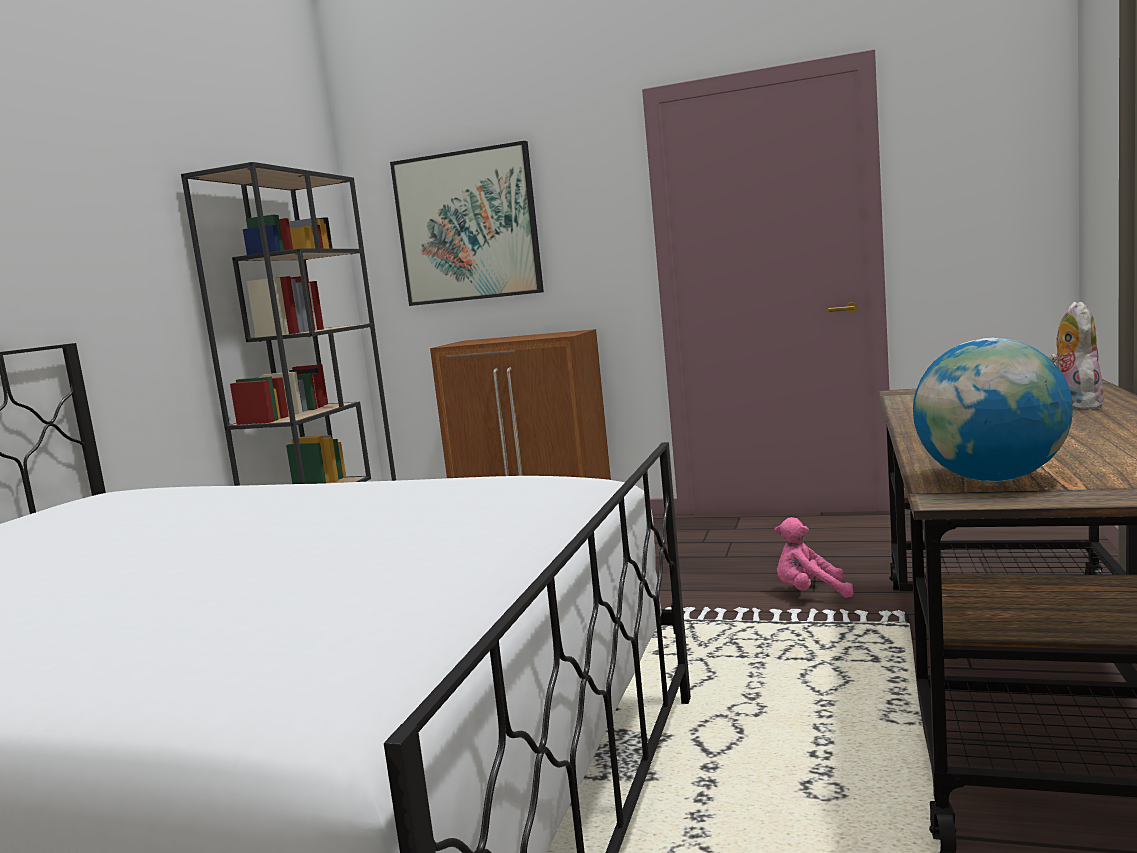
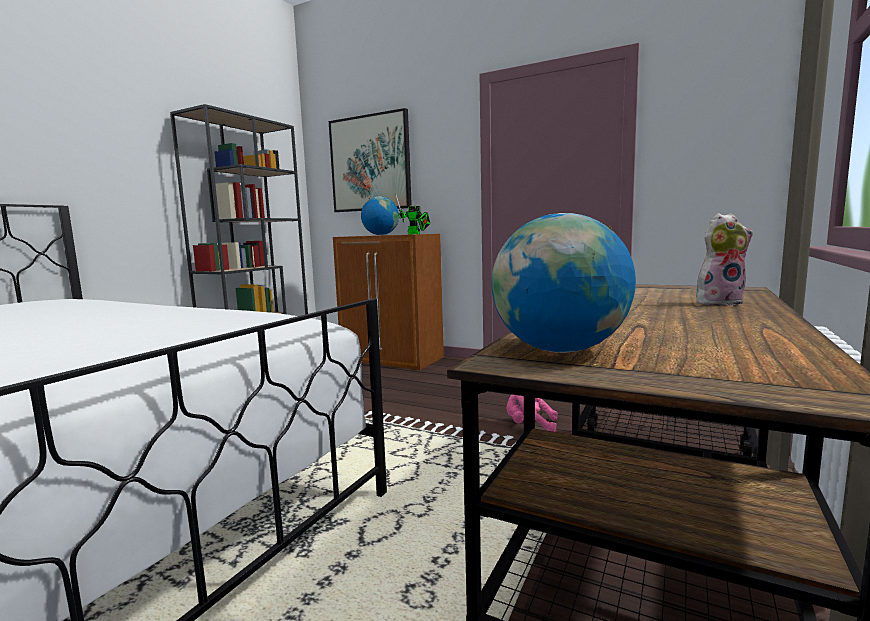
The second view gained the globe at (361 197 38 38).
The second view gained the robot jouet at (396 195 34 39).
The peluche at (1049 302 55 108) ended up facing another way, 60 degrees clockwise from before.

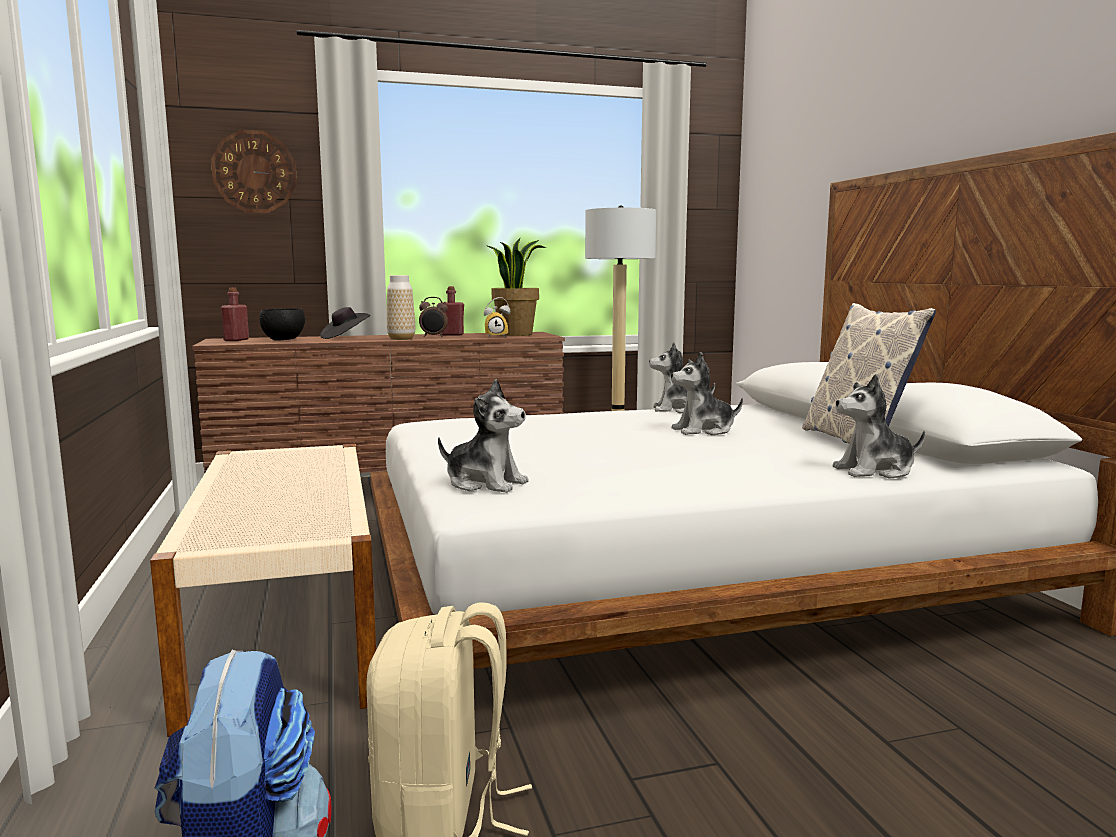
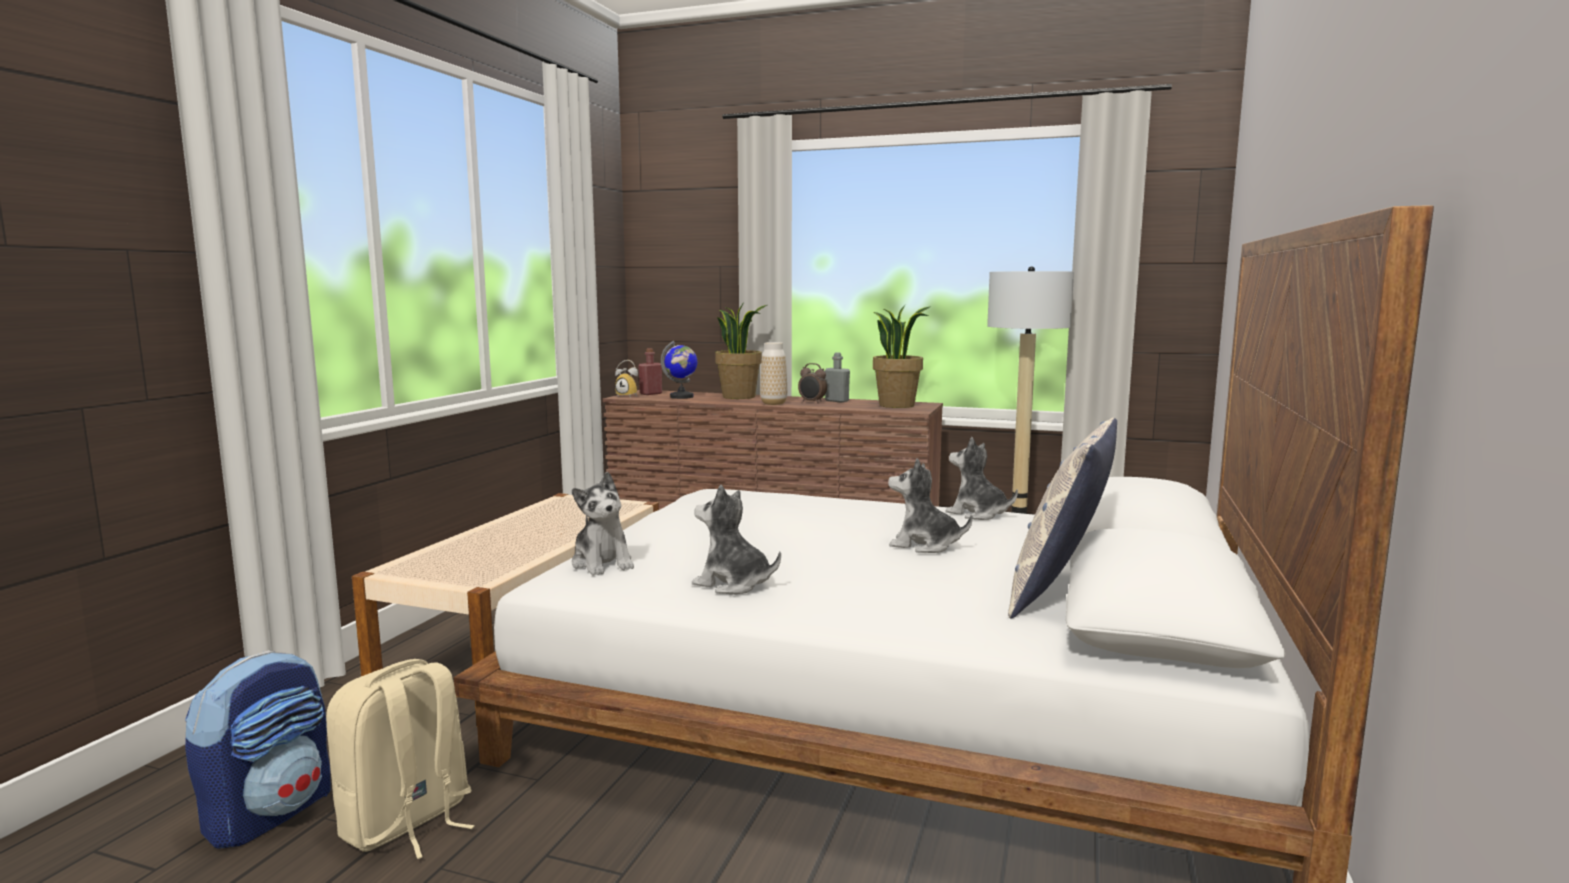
The réveil ended up elsewhere, having gone from (484 297 26 41) to (615 360 23 37).
Where the bol (noir) stood at (259 308 46 33), the globe came to stand at (661 341 36 58).
The peluche ended up elsewhere, having gone from (833 374 92 105) to (692 485 89 109).
Where the chapeau (noir) stood at (320 307 50 32), the plante en pot came to stand at (715 303 52 96).
What was the bouteille (rouge) at (442 286 22 49) turned into the bouteille (gris) at (825 352 25 51).
The second view lost the horloge murale at (211 130 86 83).

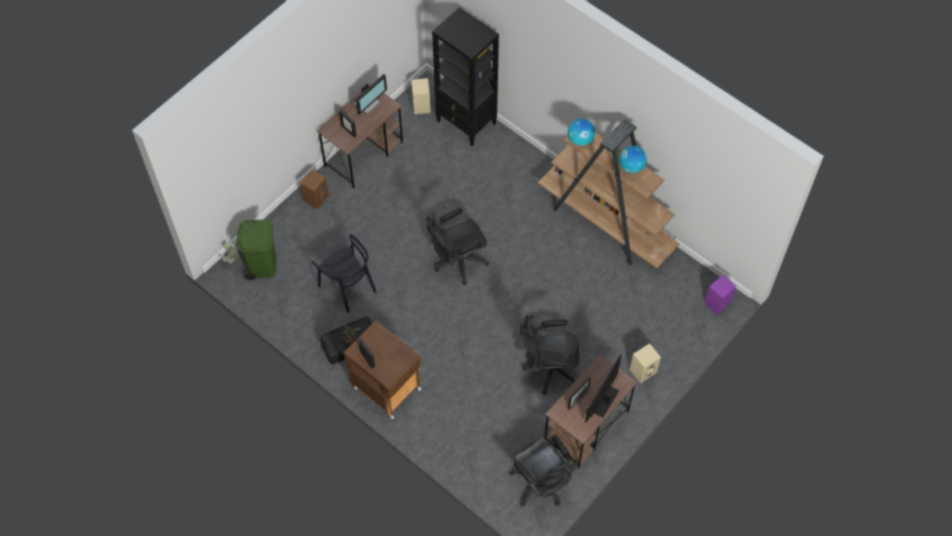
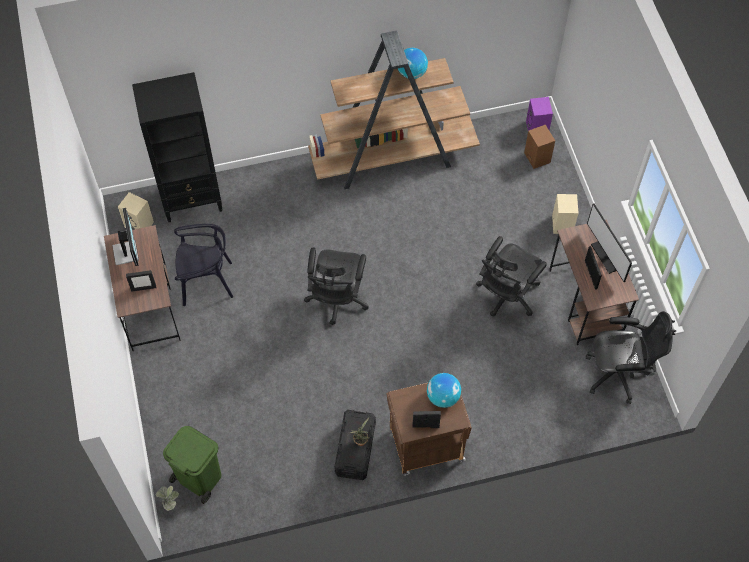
The chaise (noir) ended up elsewhere, having gone from (311 234 66 79) to (174 224 59 82).
The globe ended up elsewhere, having gone from (567 119 28 27) to (427 373 34 35).
The enceinte (marron) ended up elsewhere, having gone from (300 170 29 39) to (524 125 31 44).

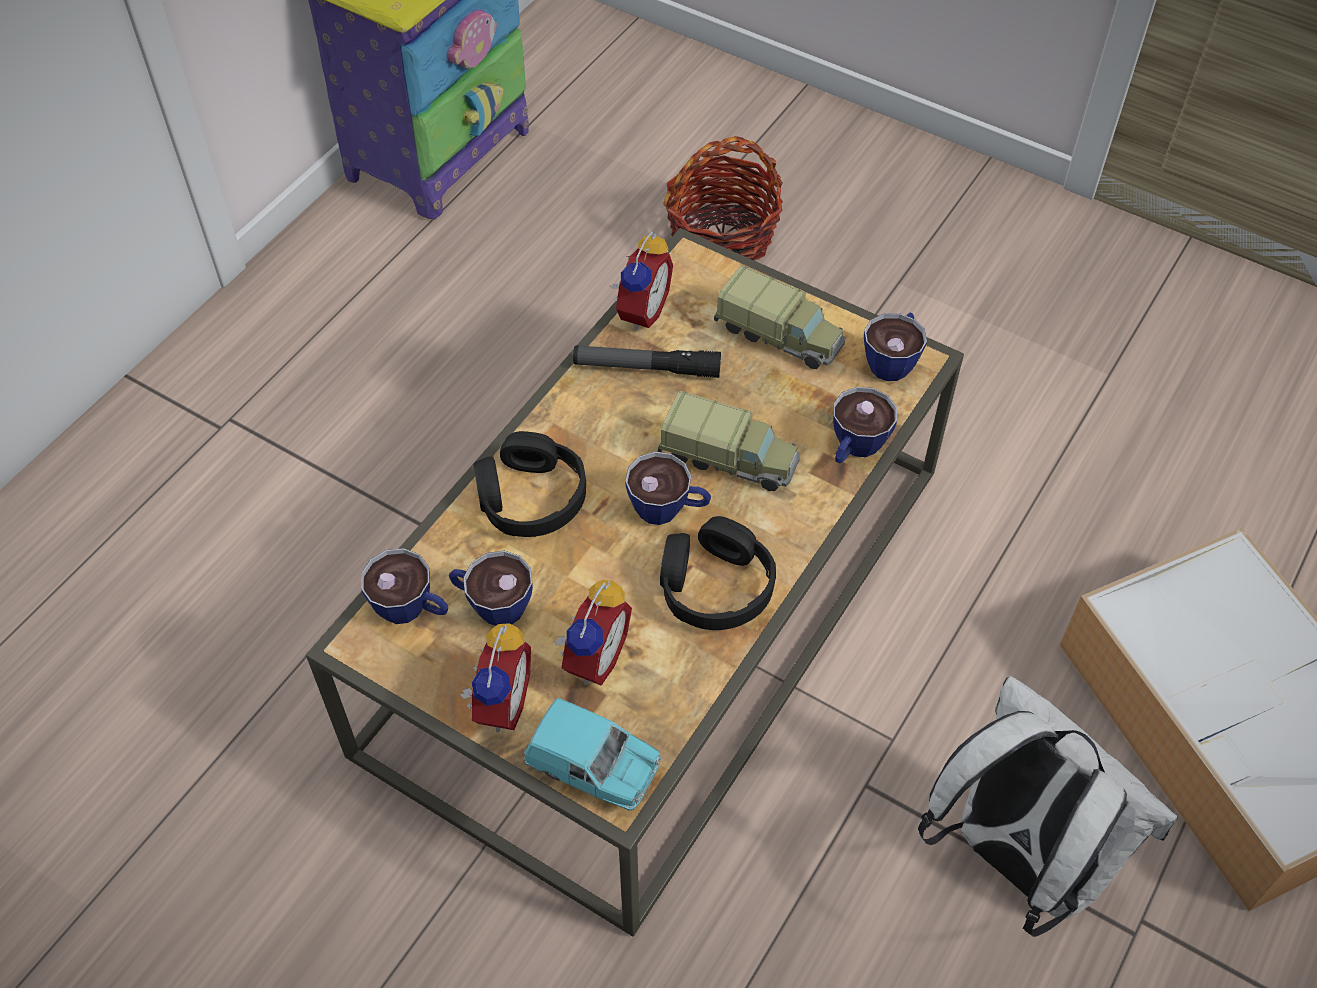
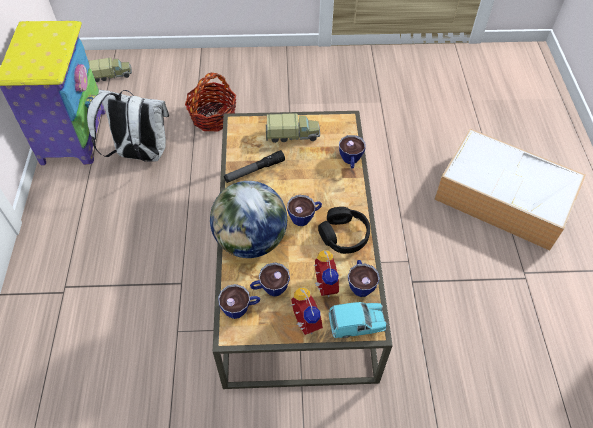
The sac à dos (blanc) ended up elsewhere, having gone from (918 676 260 261) to (87 90 82 72).
The camion jouet ended up elsewhere, having gone from (658 391 142 100) to (88 58 44 24).
Where the casque audio (noir) stood at (473 431 113 106), the globe came to stand at (210 181 77 77).
The tasse ended up elsewhere, having gone from (864 313 63 68) to (348 260 32 37).
The second view lost the réveil at (610 232 63 99).

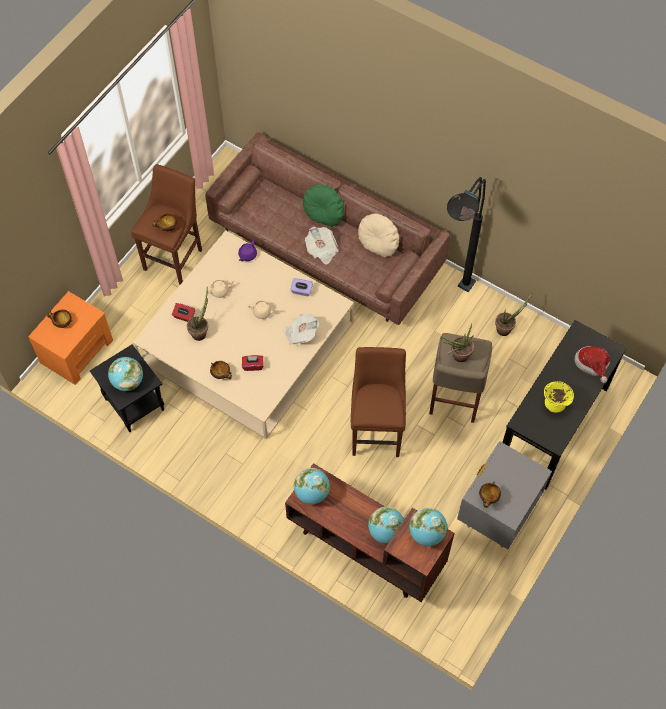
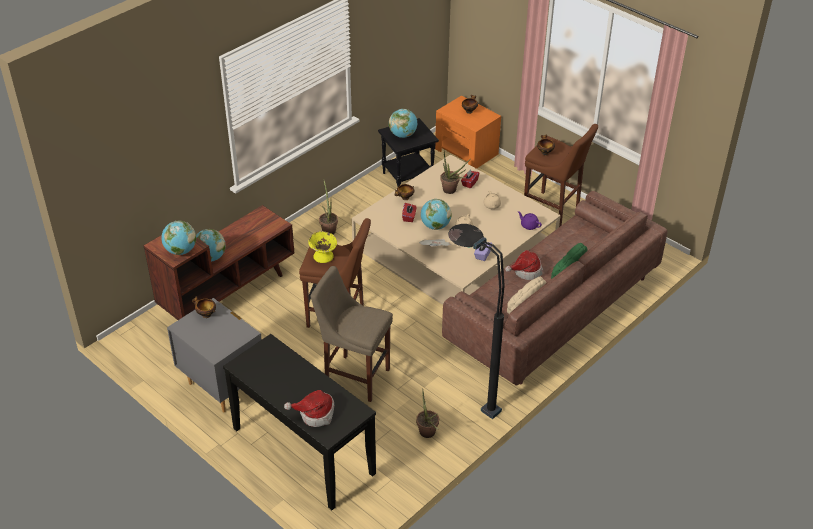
The bol (jaune) ended up elsewhere, having gone from (544 381 30 32) to (309 231 28 32).
The plante en pot ended up elsewhere, having gone from (441 324 33 38) to (319 178 19 56).
The globe ended up elsewhere, having gone from (294 468 36 36) to (421 199 30 31).
Where the journal stood at (305 227 34 37), the chapeau came to stand at (505 250 38 30).

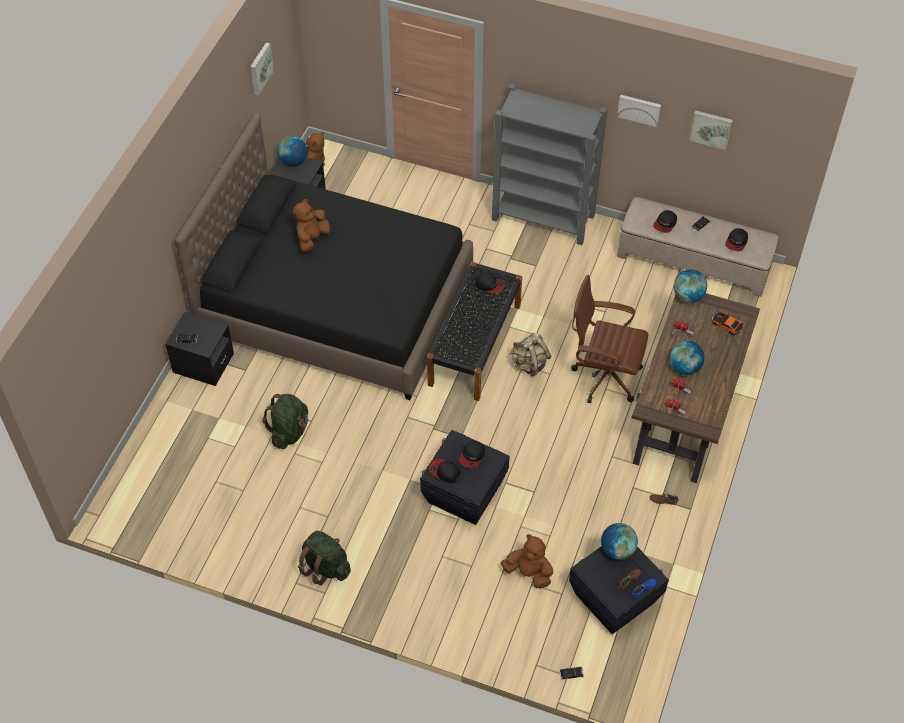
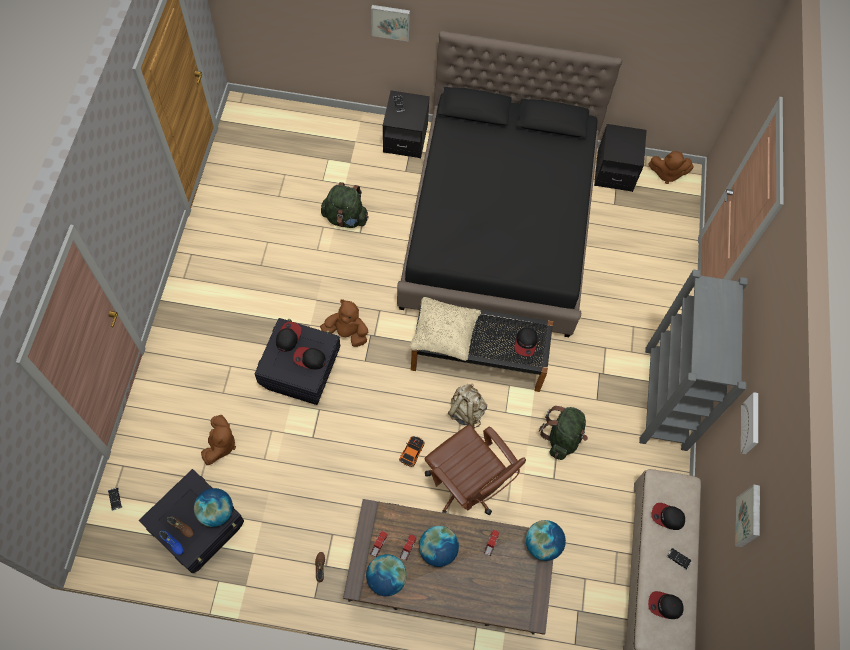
The peluche (marron) ended up elsewhere, having gone from (293 199 37 53) to (320 299 48 48).
The globe ended up elsewhere, having gone from (277 136 31 31) to (366 554 41 42).
The tableau ended up elsewhere, having gone from (250 42 24 53) to (371 5 39 37).
The petite voiture ended up elsewhere, having gone from (711 312 32 23) to (399 436 25 31).
The second view gained the coussin (beige) at (410 297 71 64).
The chaise de bureau (marron) at (571 275 77 128) ended up facing another way, 135 degrees clockwise from before.
The sac à dos (vert) ended up elsewhere, having gone from (298 531 53 54) to (539 406 49 54).

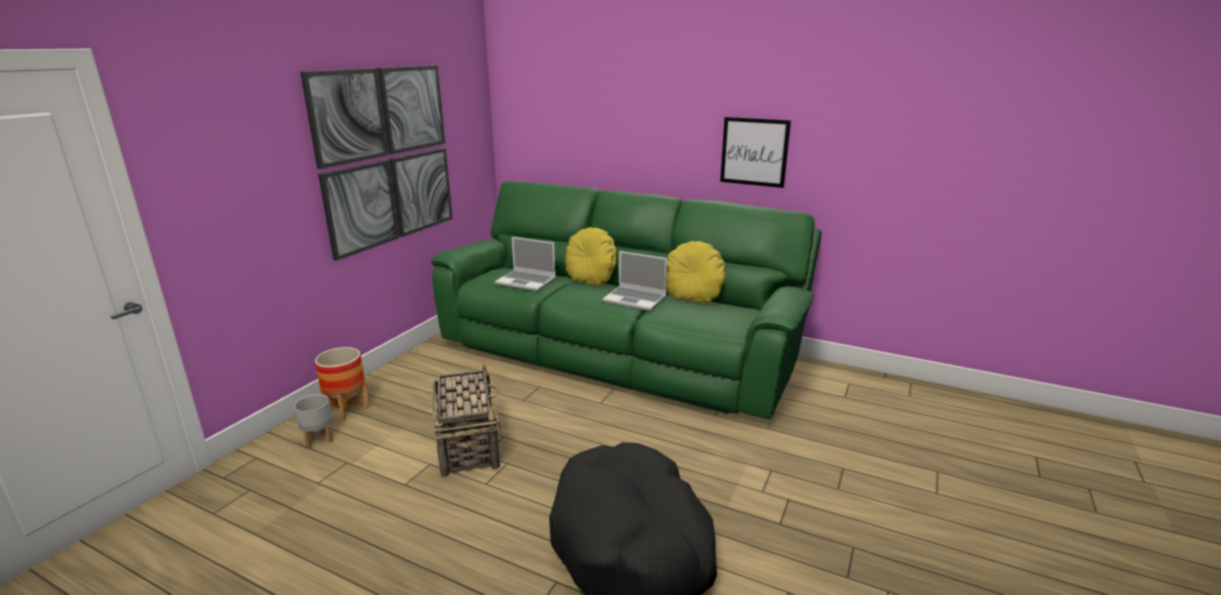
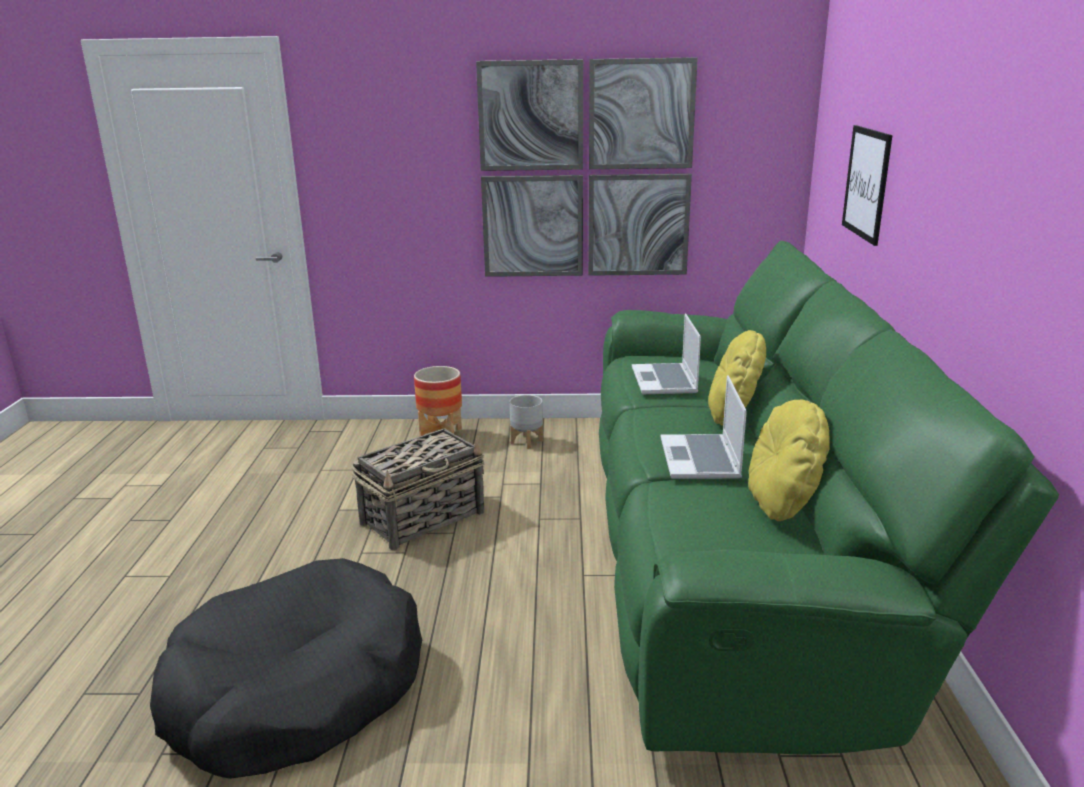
The cache-pot (gris) ended up elsewhere, having gone from (294 394 39 55) to (509 395 34 54).
The tableau ended up elsewhere, having gone from (720 117 71 71) to (842 125 51 121).

